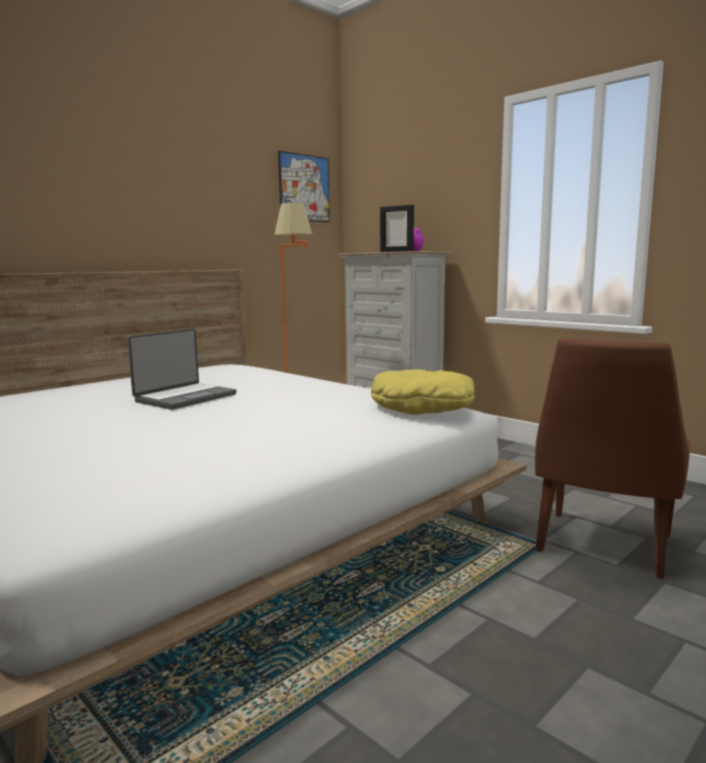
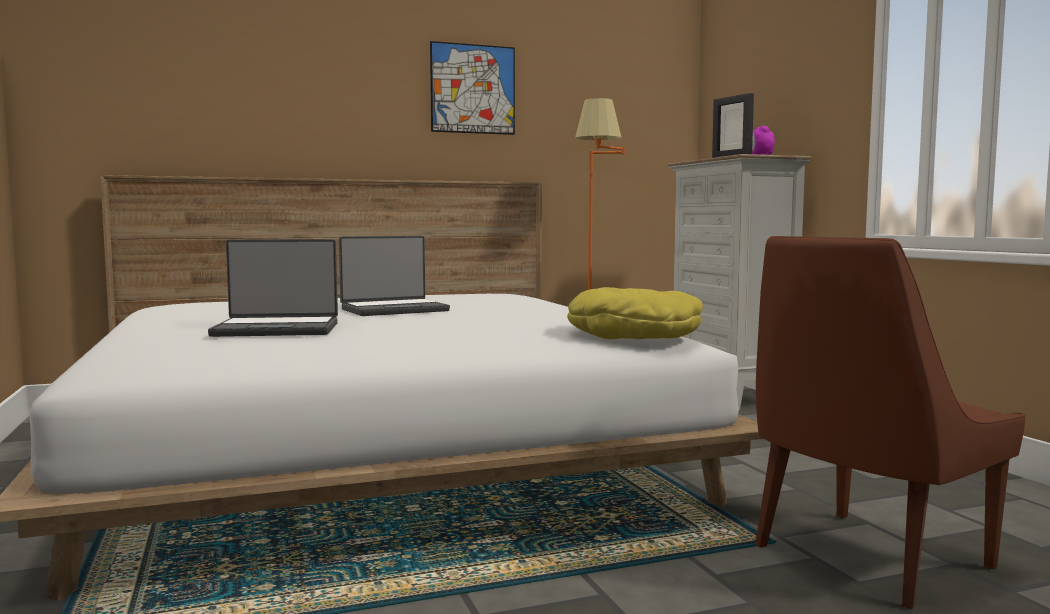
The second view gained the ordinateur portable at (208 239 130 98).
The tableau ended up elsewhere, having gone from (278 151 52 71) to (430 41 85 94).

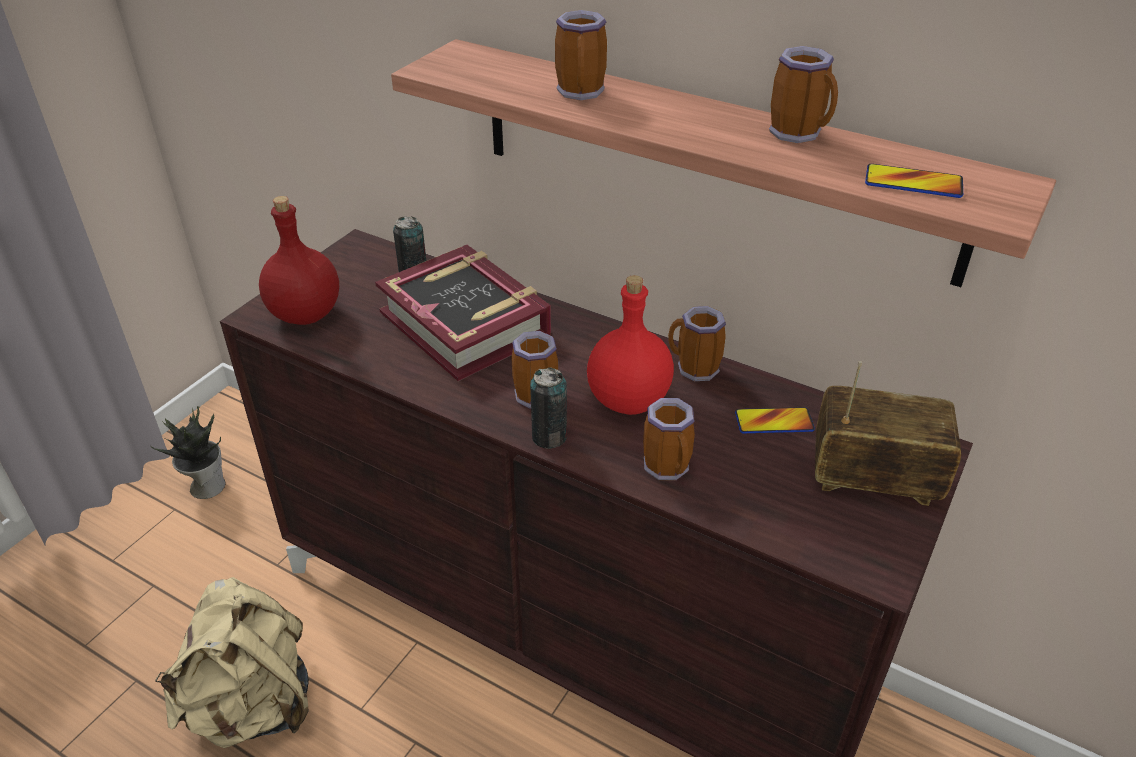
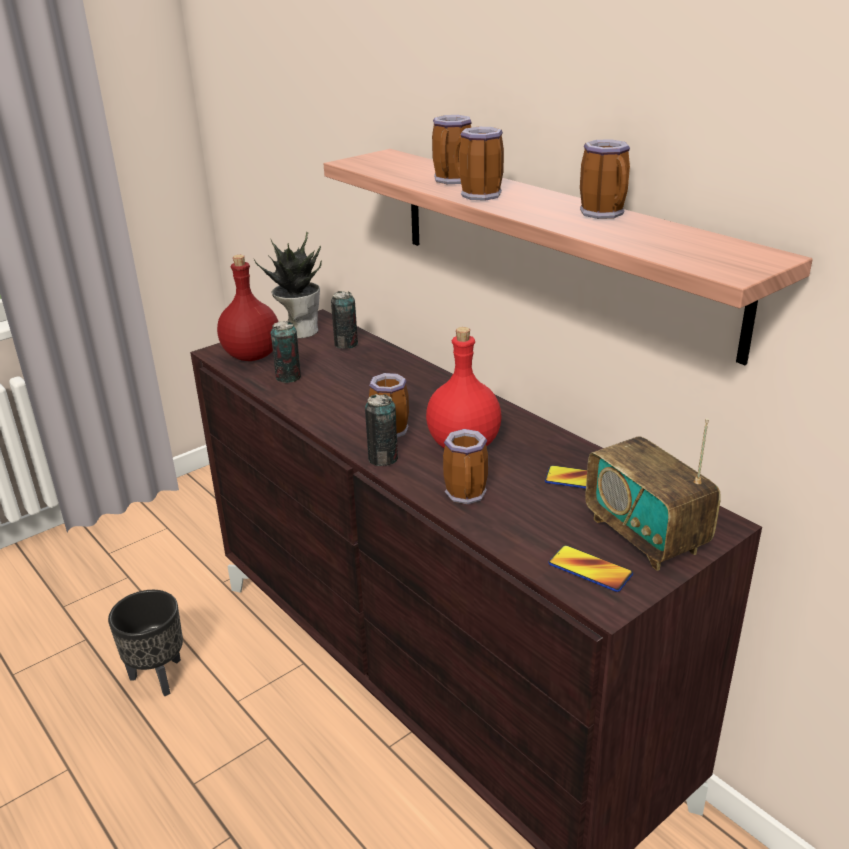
Where the sac à dos (beige) stood at (155 577 154 171), the cache-pot (noir) came to stand at (108 590 75 107).
The plante en pot ended up elsewhere, having gone from (151 406 75 93) to (254 232 68 106).
The second view gained the boîte métallique at (270 321 31 62).
The mug ended up elsewhere, having gone from (668 306 58 75) to (454 127 50 74).
The téléphone ended up elsewhere, having gone from (865 164 98 34) to (548 545 85 47).
The radio at (815 361 146 145) ended up facing another way, 150 degrees counterclockwise from before.
The second view lost the livre at (375 245 176 136).

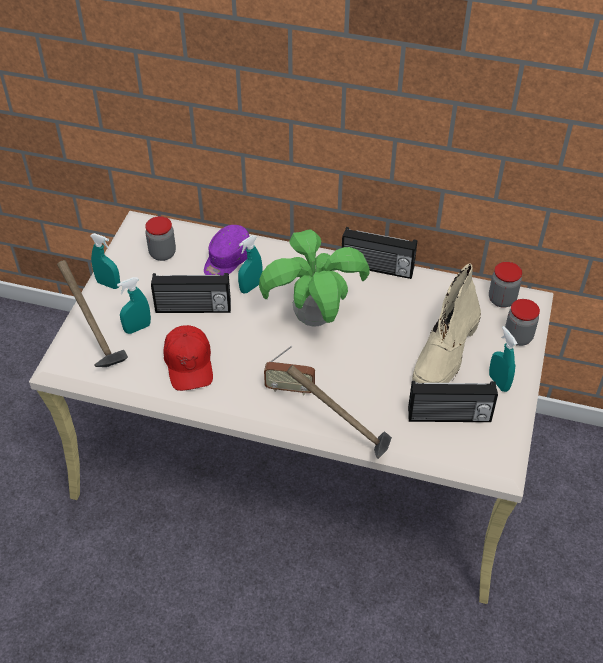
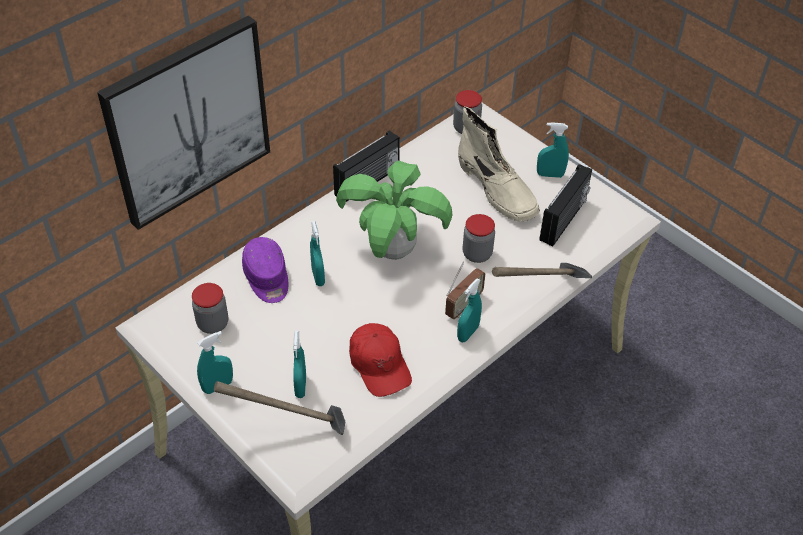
The second view gained the tableau at (97 15 173 215).
The casquette (rouge) at (163 325 50 66) ended up facing another way, 45 degrees clockwise from before.
The second view gained the vaporisateur (turquoise) at (457 278 25 64).
The bocal ended up elsewhere, having gone from (505 299 35 47) to (463 214 32 49).
The second view lost the radio at (151 273 80 40).

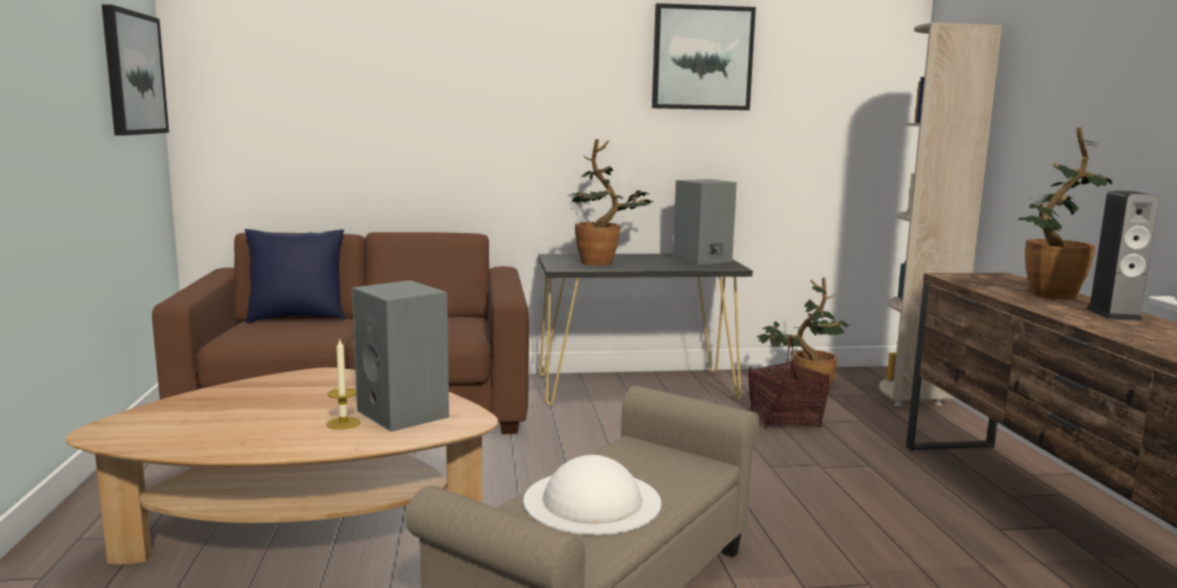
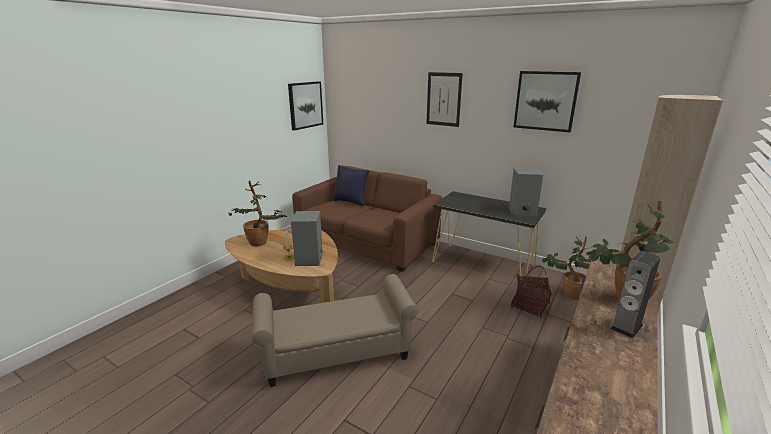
The plante en pot ended up elsewhere, having gone from (568 139 86 127) to (228 181 58 65).
The second view gained the tableau at (426 72 37 55).
The second view lost the chapeau (blanc) at (523 455 138 80).

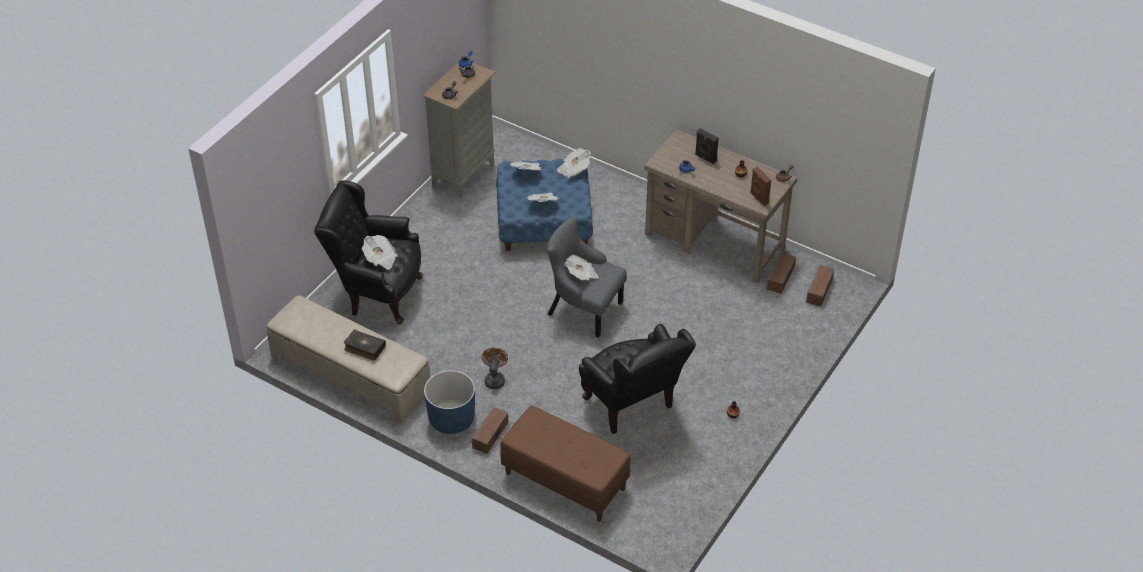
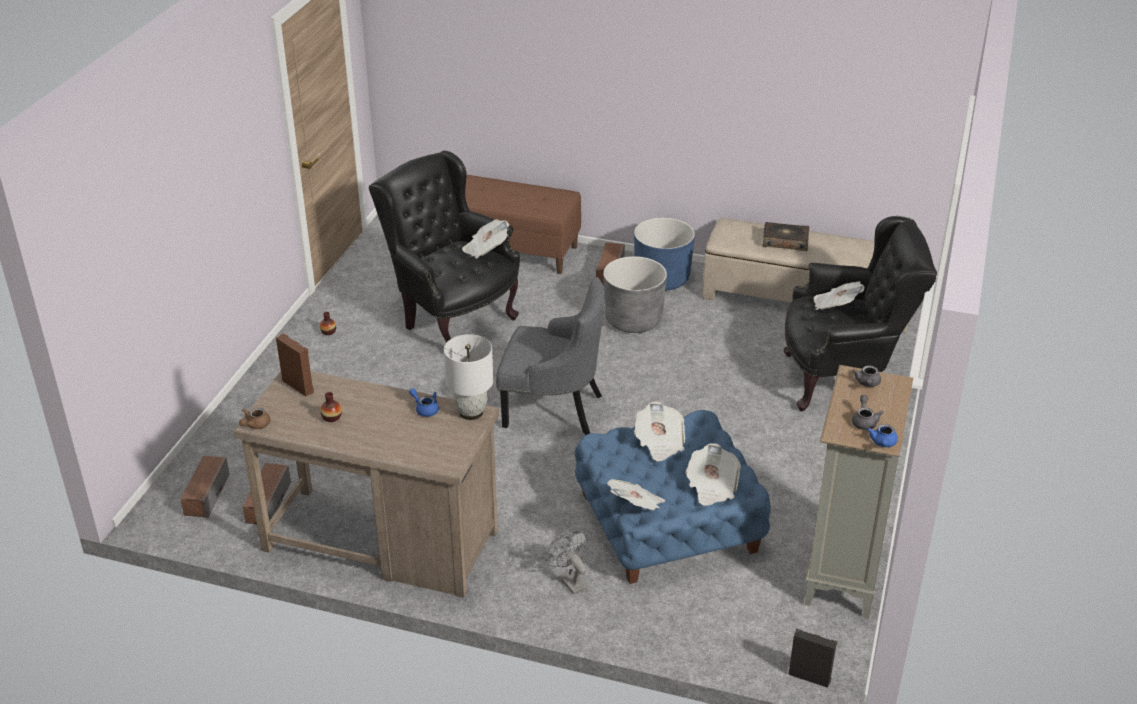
The second view gained the lampe de table (blanc) at (444 334 49 86).
The journal ended up elsewhere, having gone from (564 254 35 27) to (462 219 47 39).
The second view gained the ventilateur (gris) at (546 531 42 64).
Where the ventilateur (marron) stood at (482 348 26 41), the cache-pot (gris) came to stand at (603 256 64 77).
The enceinte (noir) ended up elsewhere, having gone from (695 128 24 37) to (788 628 50 60).

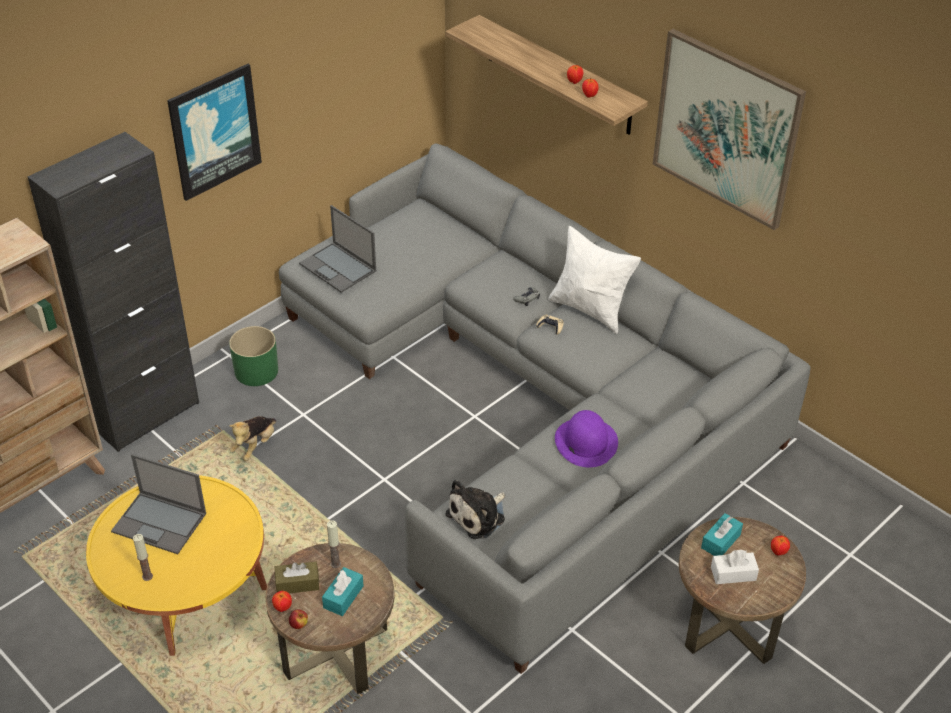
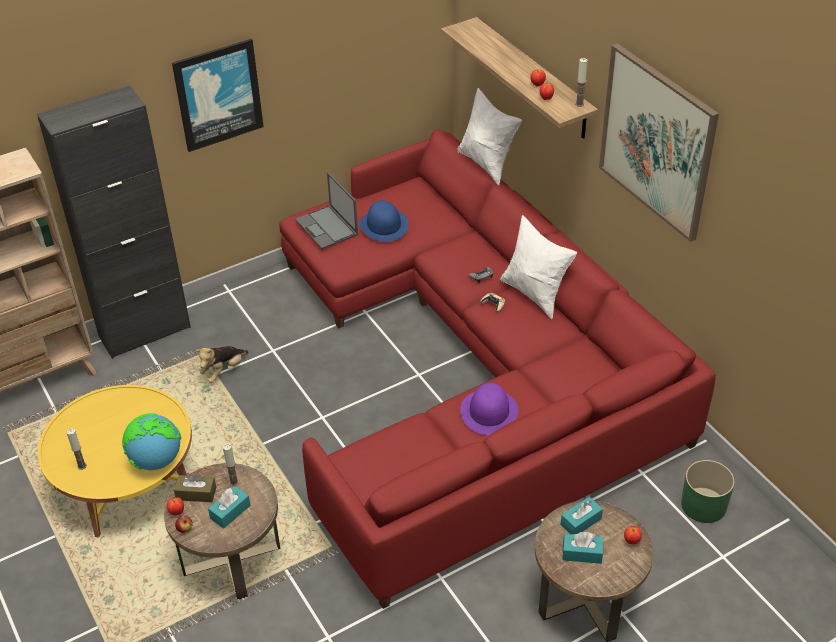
The second view gained the globe at (122 413 59 58).
What was the canapé (gris) at (279 144 532 530) turned into the canapé (rouge) at (279 129 437 480).
The second view gained the chapeau (bleu) at (359 200 50 42).
The second view gained the coussin (blanc) at (457 88 65 97).
What was the boîte à mouchoirs (blanc) at (711 549 48 35) turned into the boîte à mouchoirs (turquoise) at (563 532 40 32).
The second view gained the bougie at (575 58 13 49).
The cache-pot (vert) ended up elsewhere, having gone from (229 326 49 60) to (681 460 54 63).
The second view lost the ordinateur portable at (111 454 95 100).
The second view lost the peluche at (445 480 60 59).

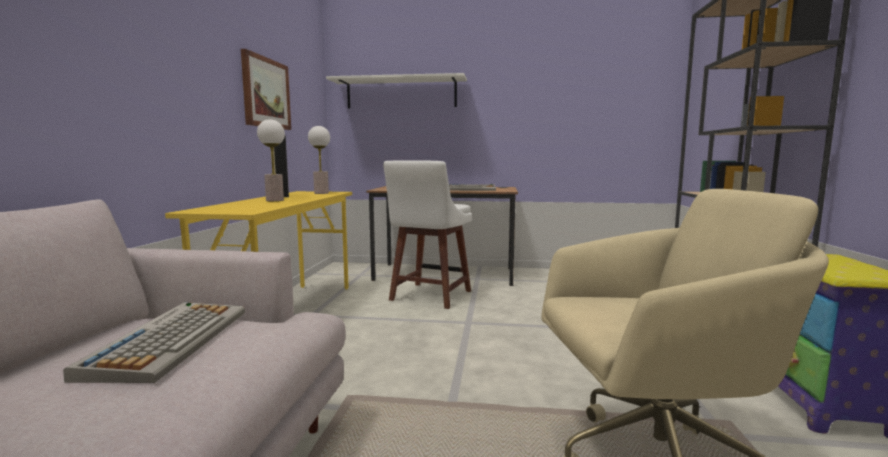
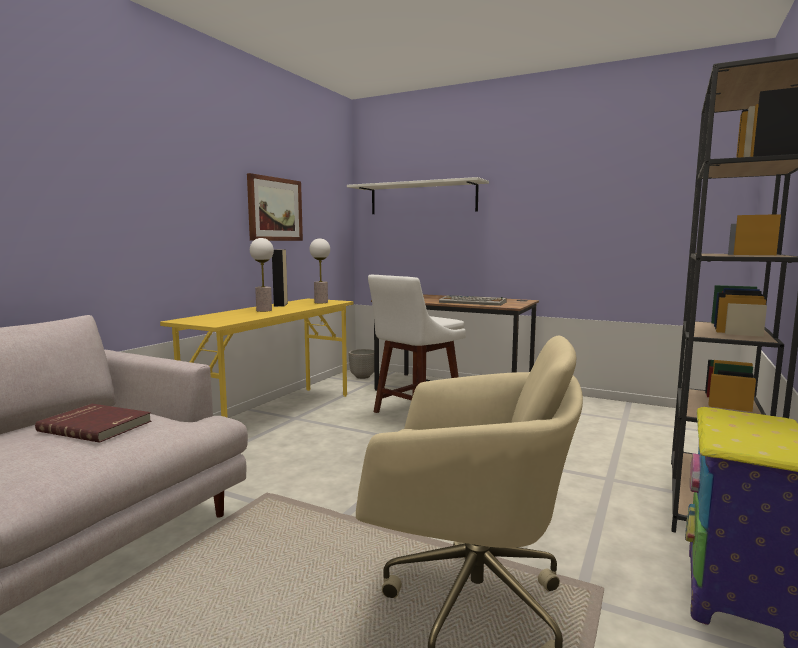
Where the clavier stood at (63 302 182 81), the livre (rouge) came to stand at (35 404 116 39).
The second view gained the cache-pot at (349 349 25 30).

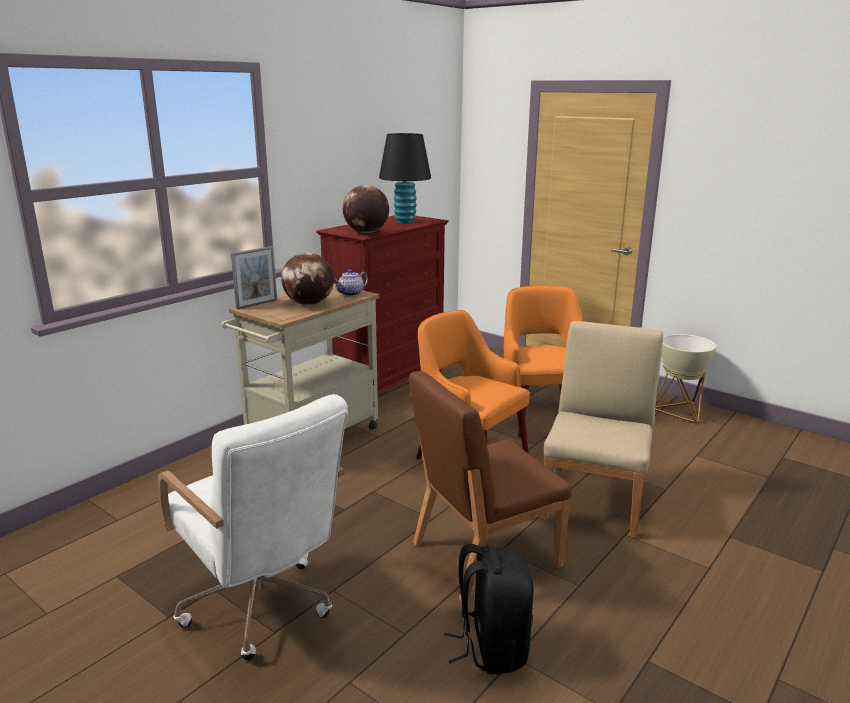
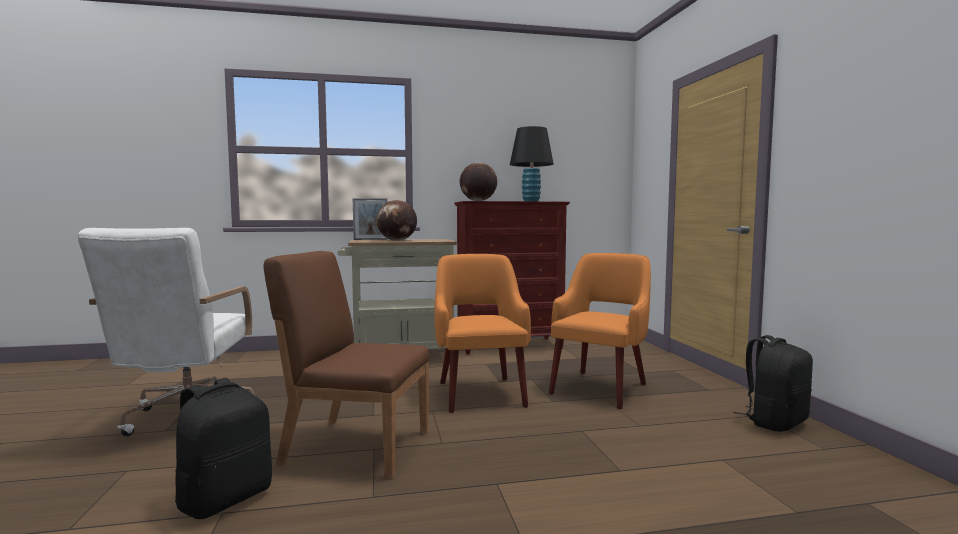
Where the cache-pot stood at (655 334 62 89), the sac à dos (noir) came to stand at (733 335 80 97).
The second view lost the théière at (334 270 34 26).
The second view lost the chaise (beige) at (541 321 122 217).

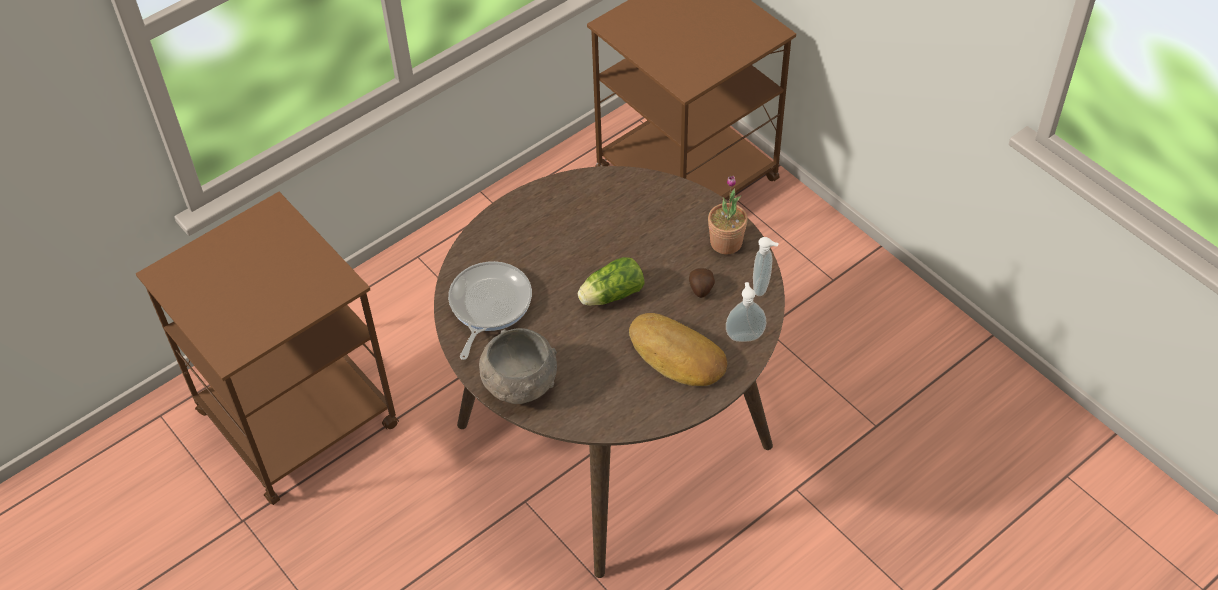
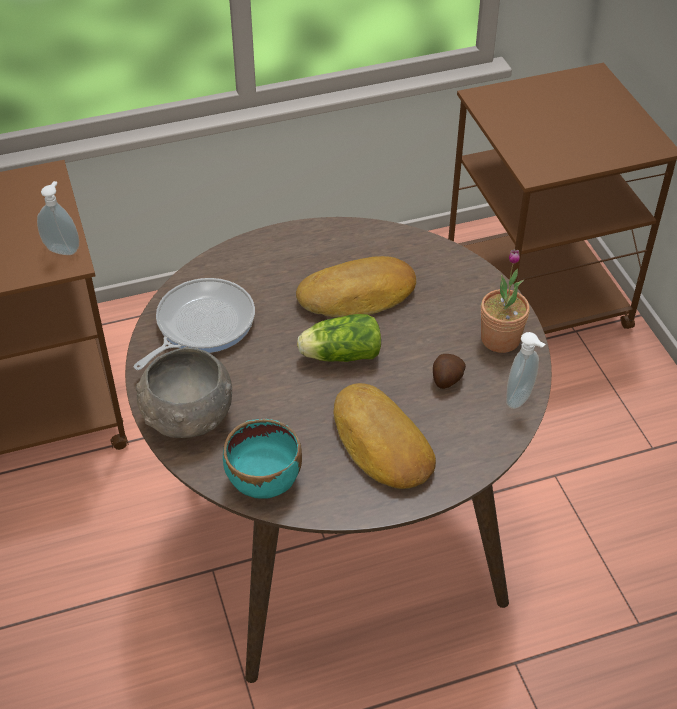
The distributeur de savon ended up elsewhere, having gone from (726 282 40 60) to (37 181 42 74).
The second view gained the bol (turquoise) at (223 419 79 80).
The second view gained the pain at (296 256 120 61).

